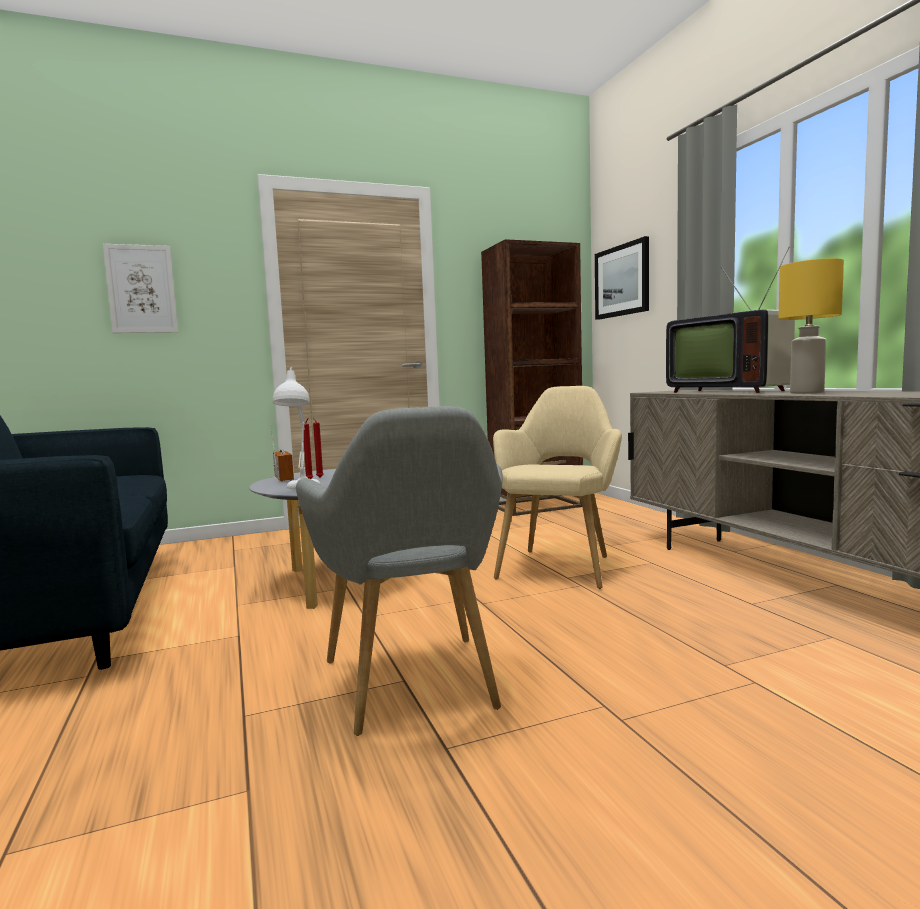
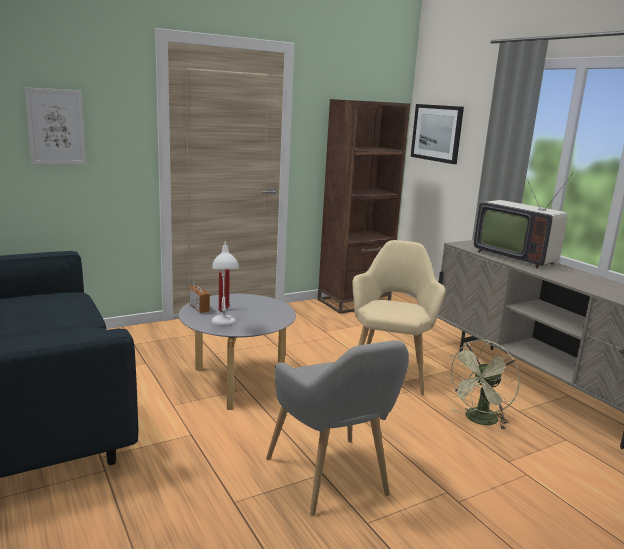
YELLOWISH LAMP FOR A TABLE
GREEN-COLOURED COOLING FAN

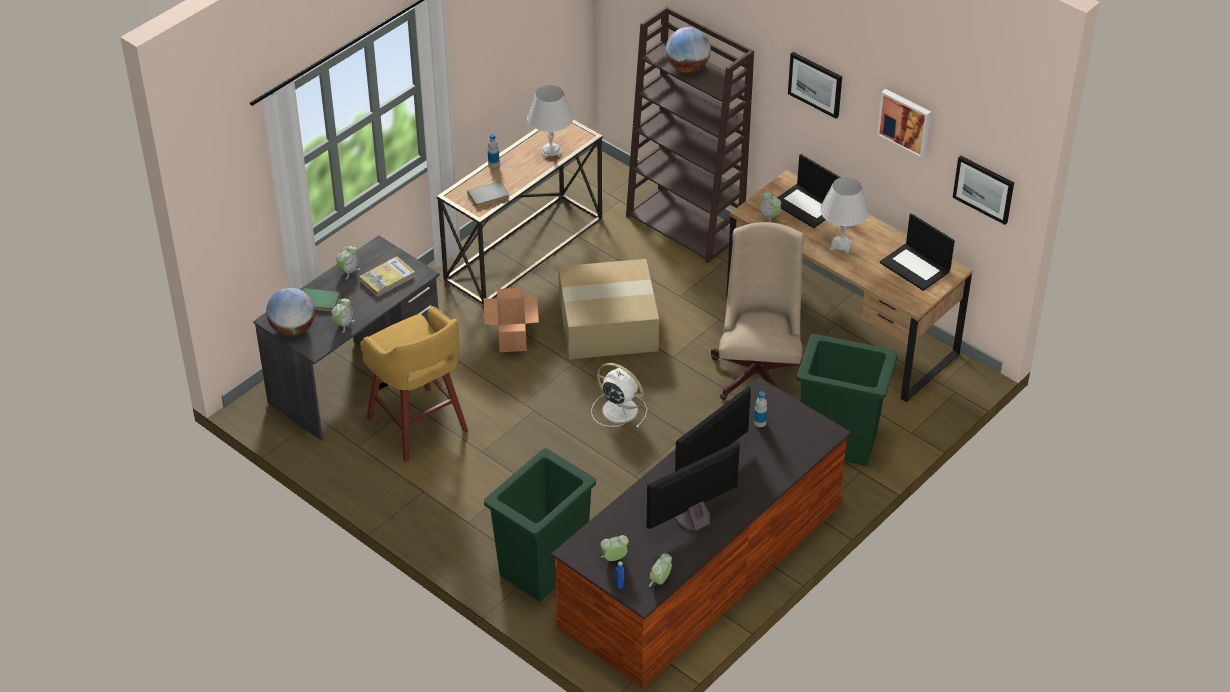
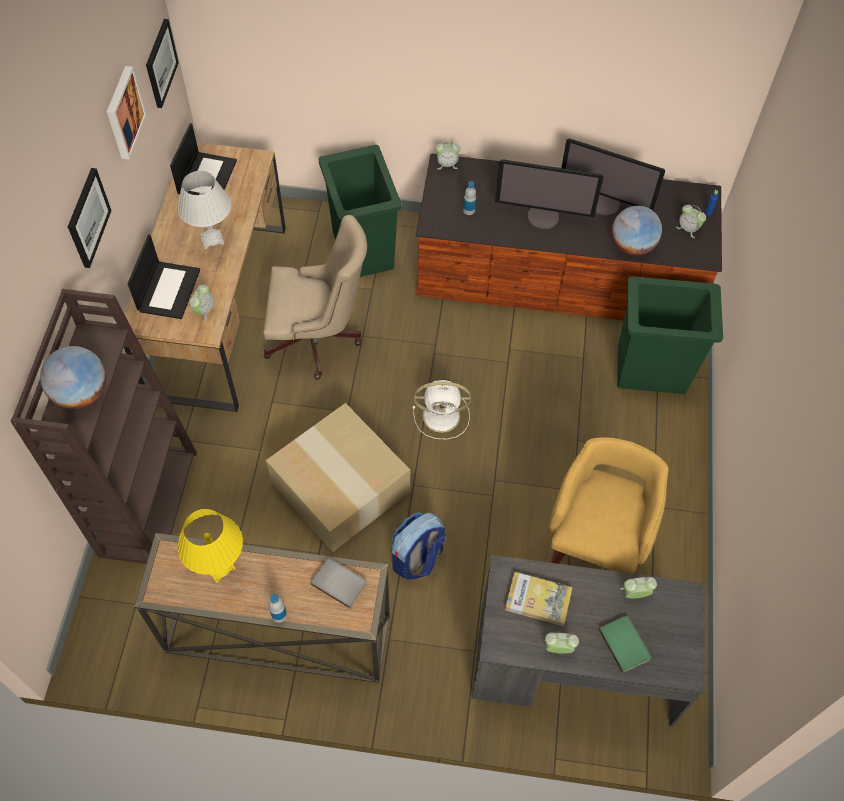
YELLOWISH LAMP FOR A TABLE
BEIGE-COLOURED COMPUTER CHAIR
DESK GLOBE (no. 2 from left)
KNAPSACK
WHITE-COLOURED COOLING FAN
TABLE CLOCK (no. 2 from left)

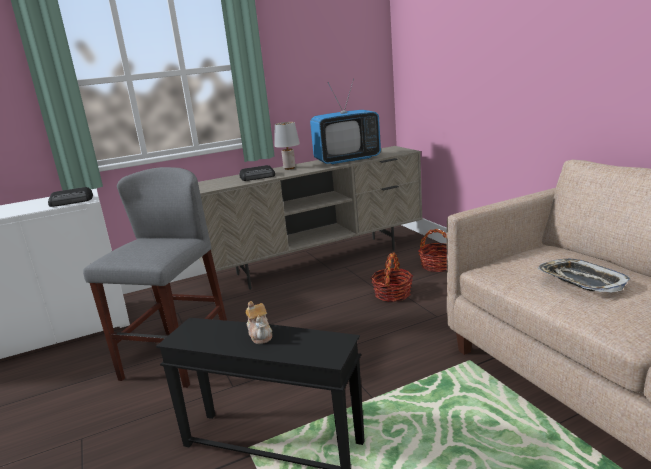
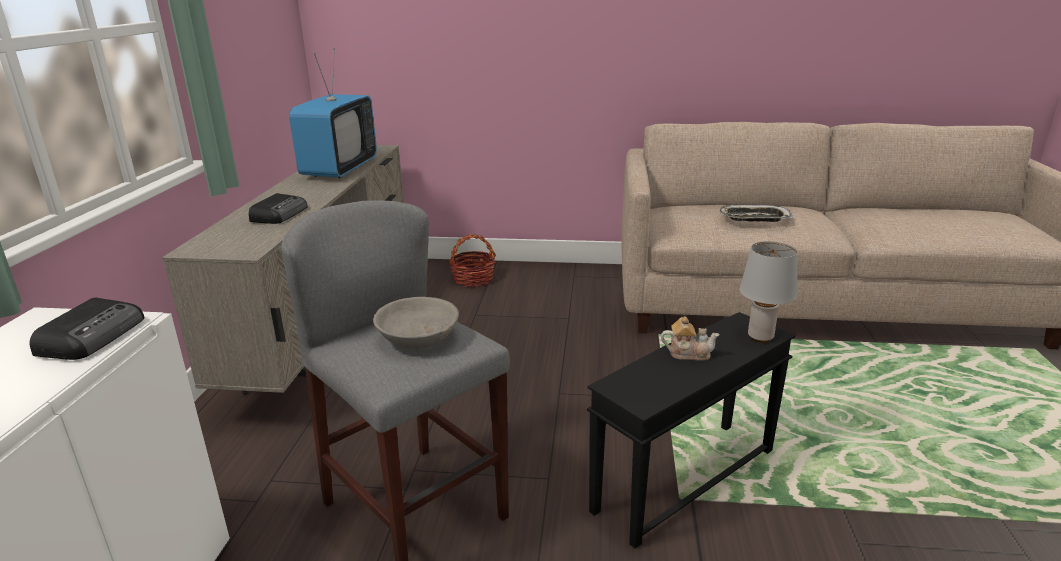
GREY LAMP FOR A TABLE
BASKET (no. 1 from left in the first image)
GREY SERVING BOWL

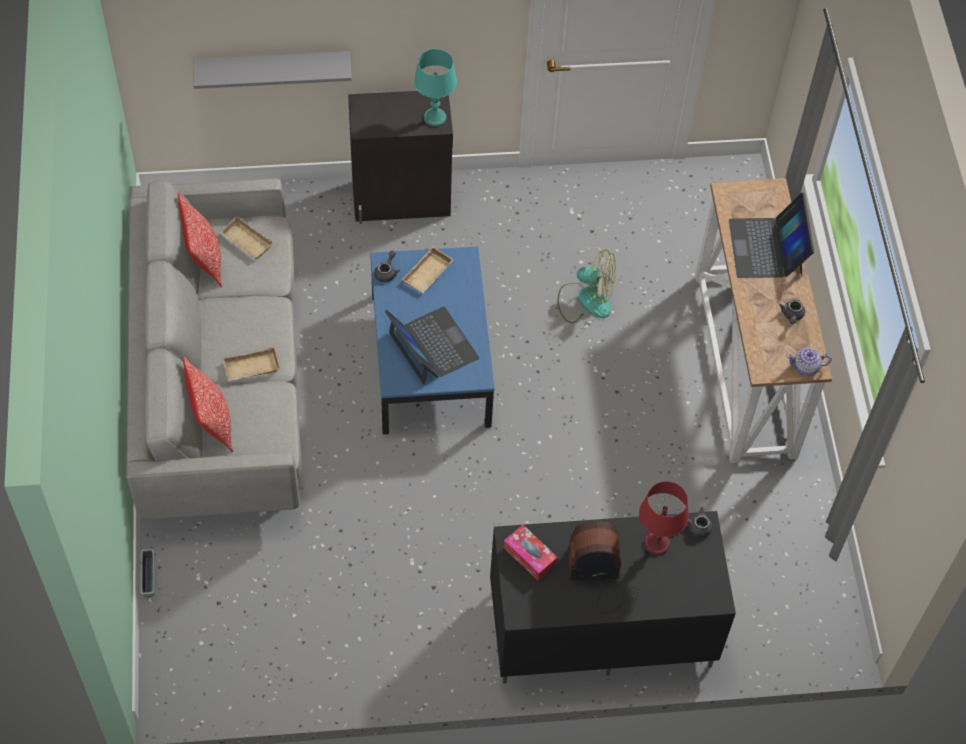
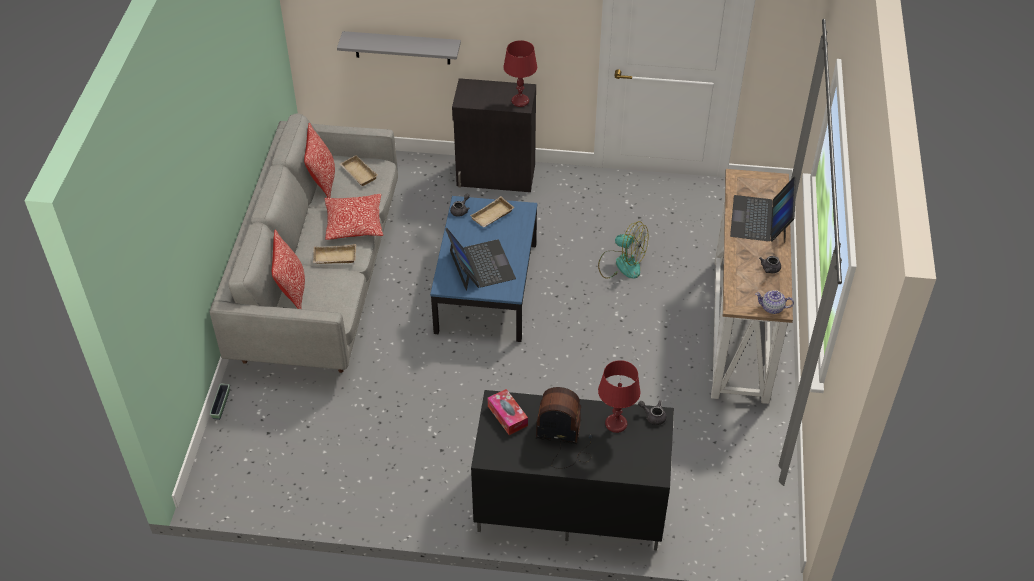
REDDISH LAMP FOR A TABLE (no. 1 from left)
CUSHION (no. 3 from left)

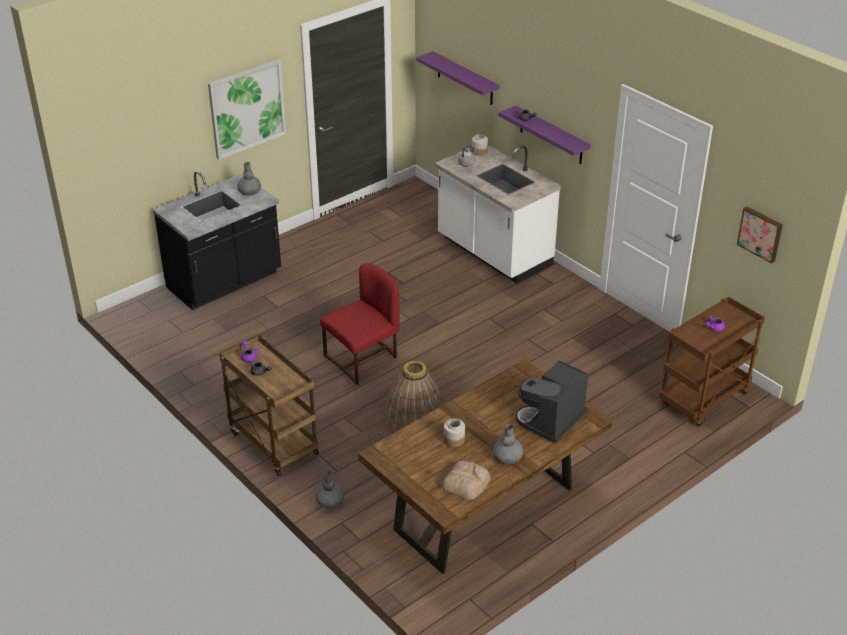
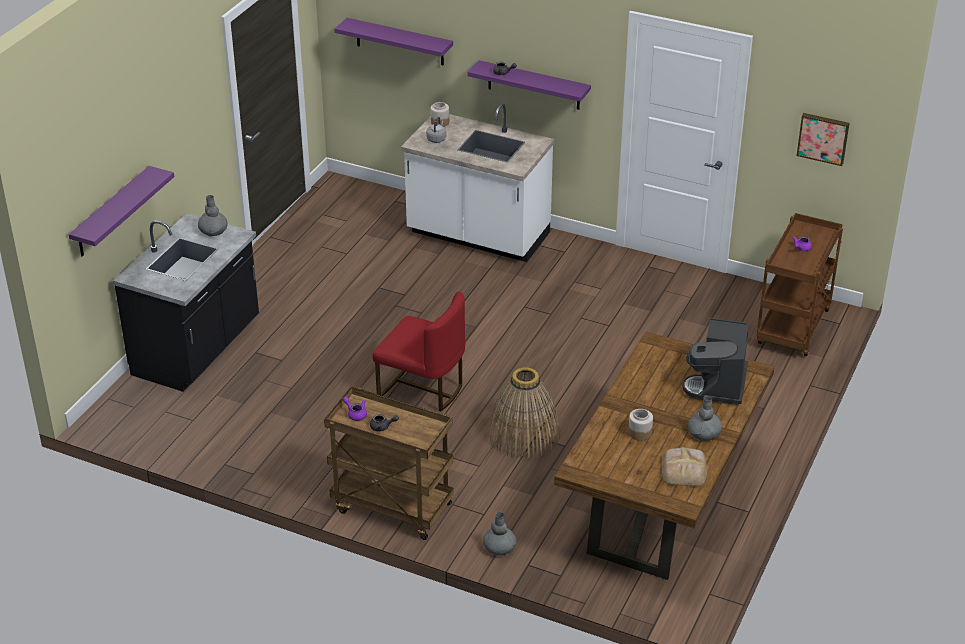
WALL PICTURE (no. 1 from left in the first image)
REDDISH UPRIGHT CHAIR
PURPLE-COLOURED SHELF (no. 1 from left)

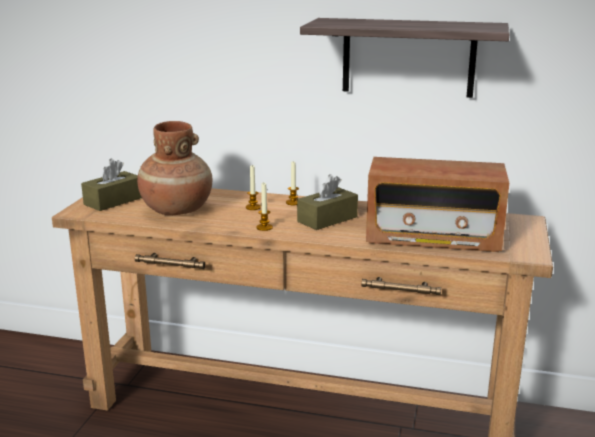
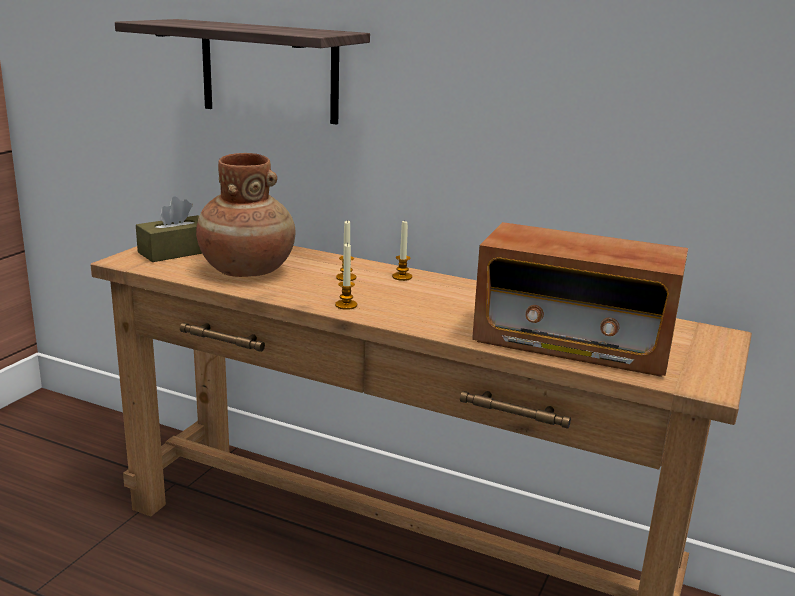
SHELF
BROWNISH TISSUE HOLDER (no. 2 from left in the first image)

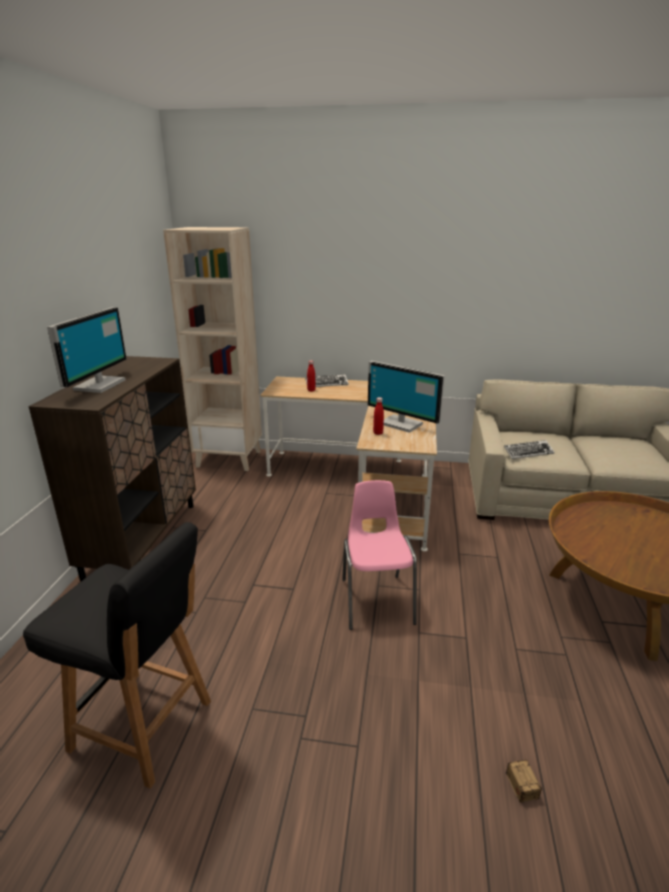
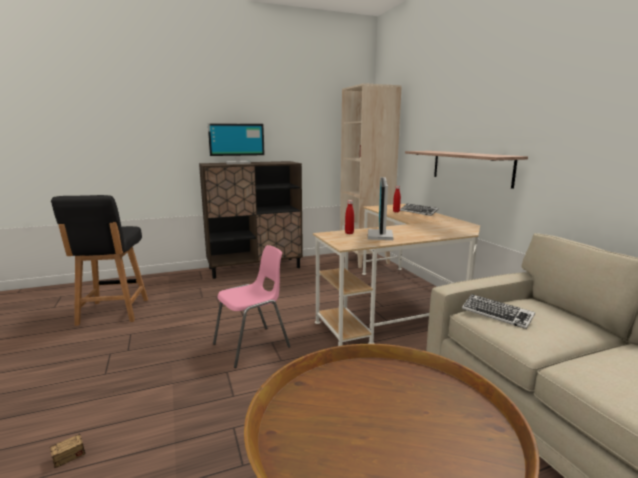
SHELF

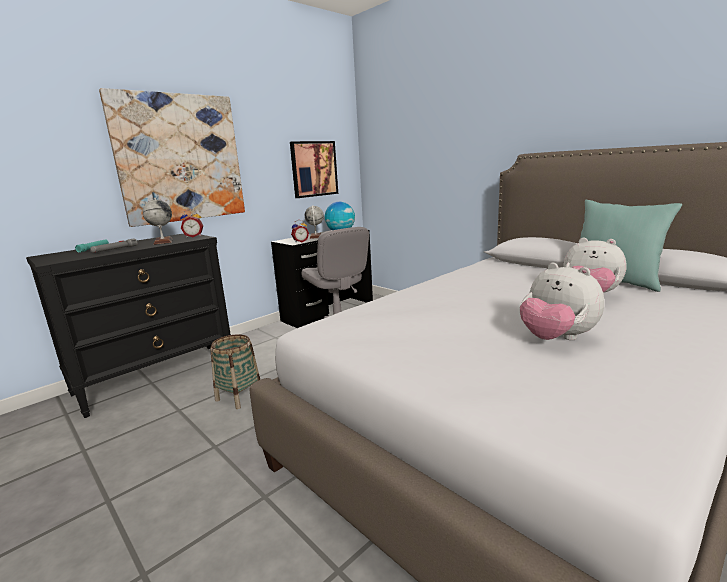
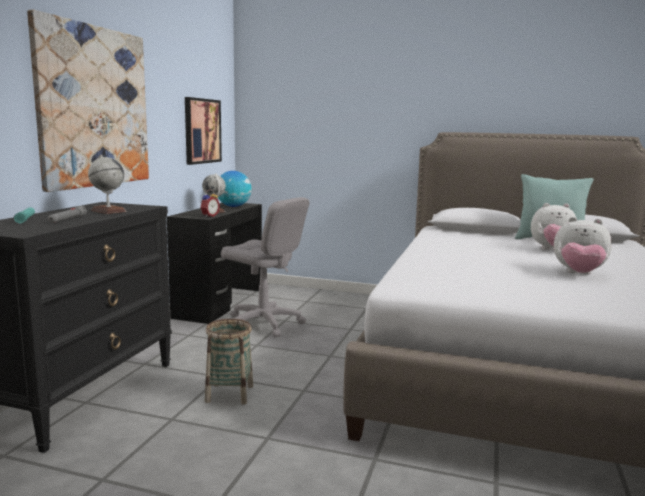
TABLE CLOCK (no. 1 from left in the first image)

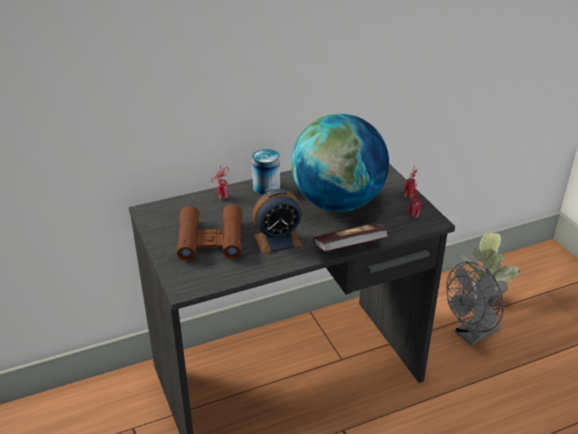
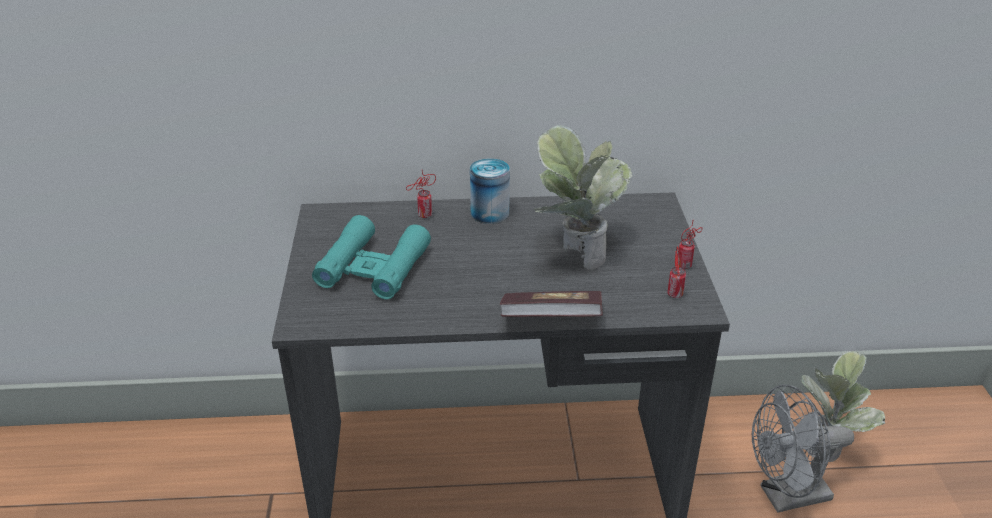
HOUSEPLANT (no. 1 from left)
TABLE CLOCK
TURQUOISE FIELD GLASSES

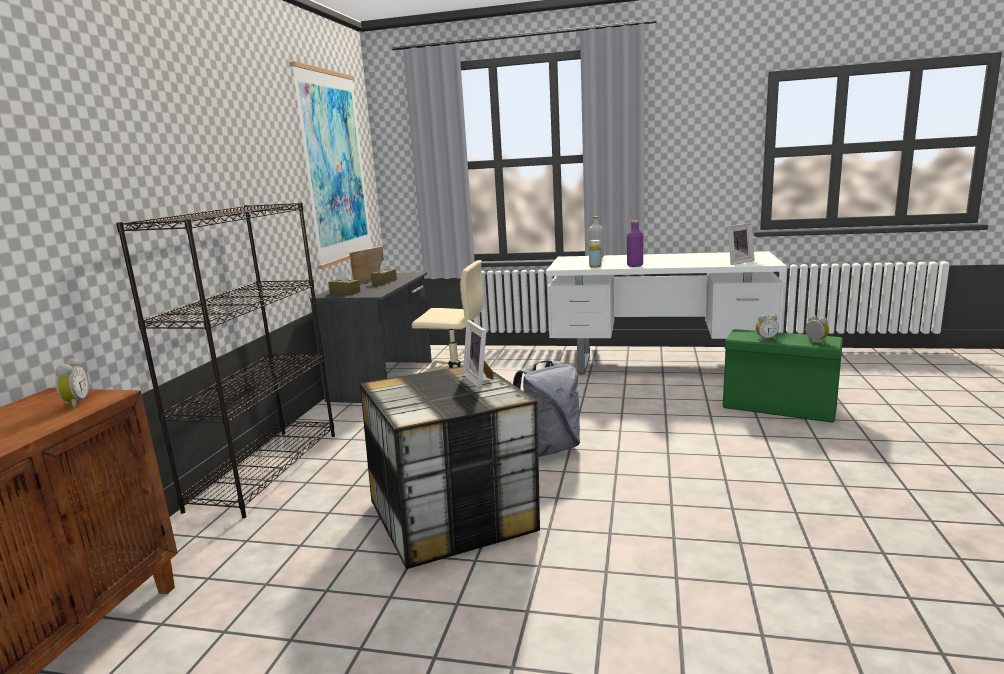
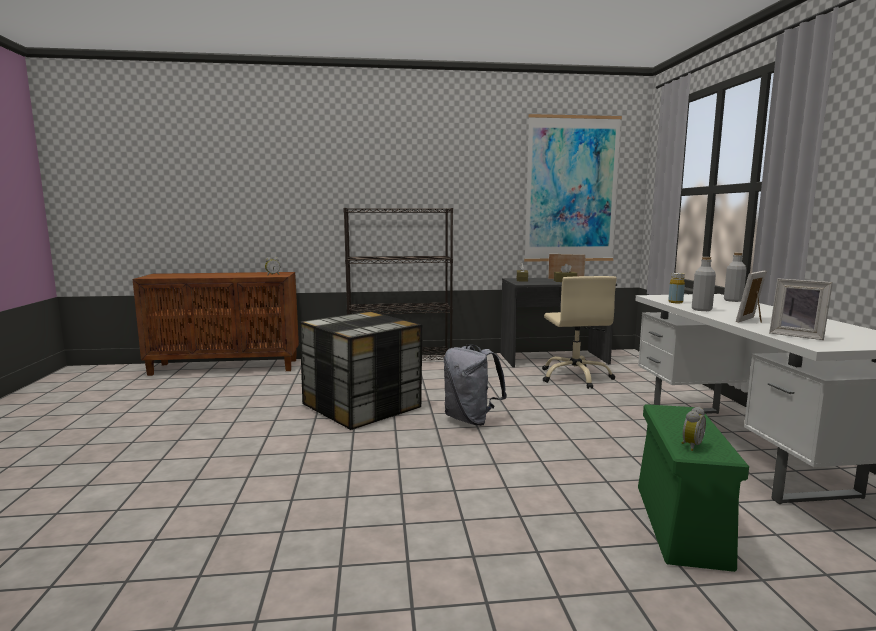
GREY BOTTLE (no. 1 from left)
TABLE CLOCK (no. 2 from left in the first image)
PHOTO FRAME (no. 2 from left)

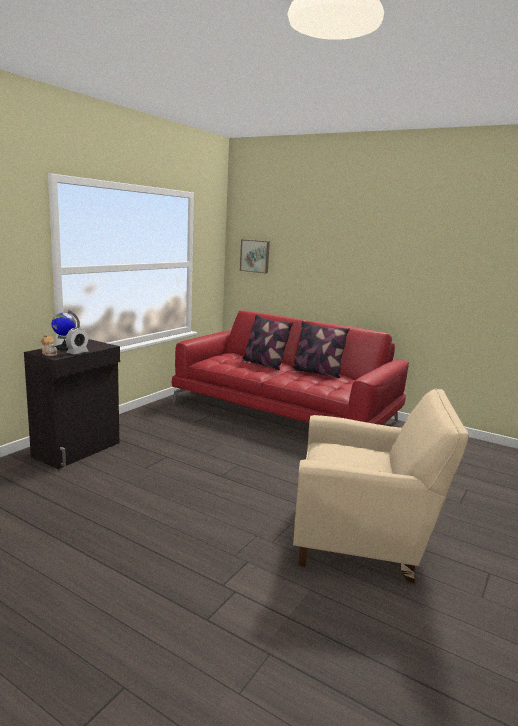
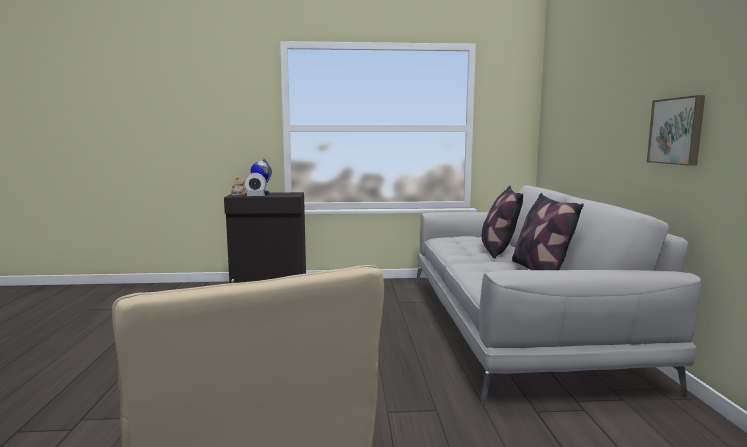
WALL PICTURE
GREY SOFA

